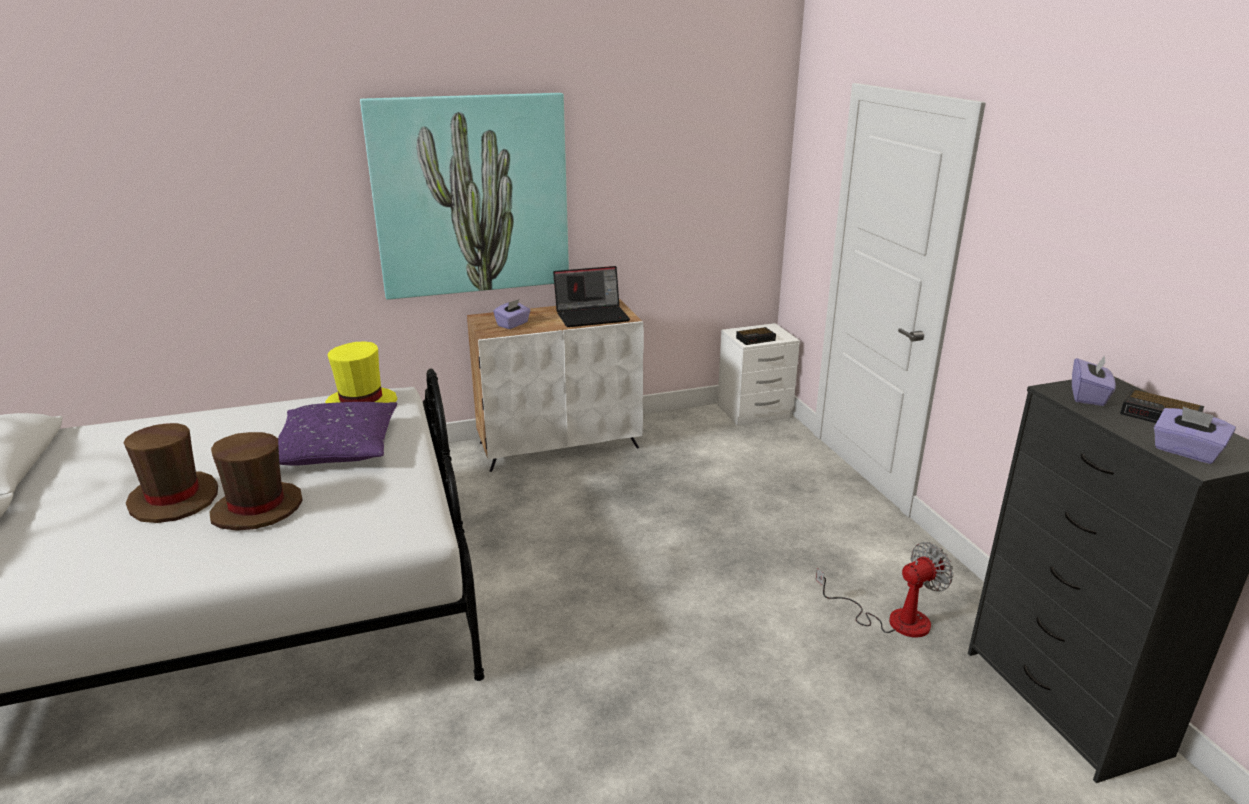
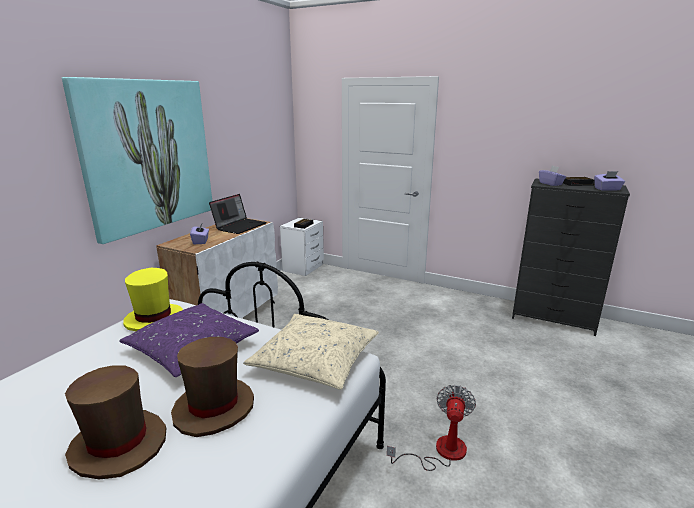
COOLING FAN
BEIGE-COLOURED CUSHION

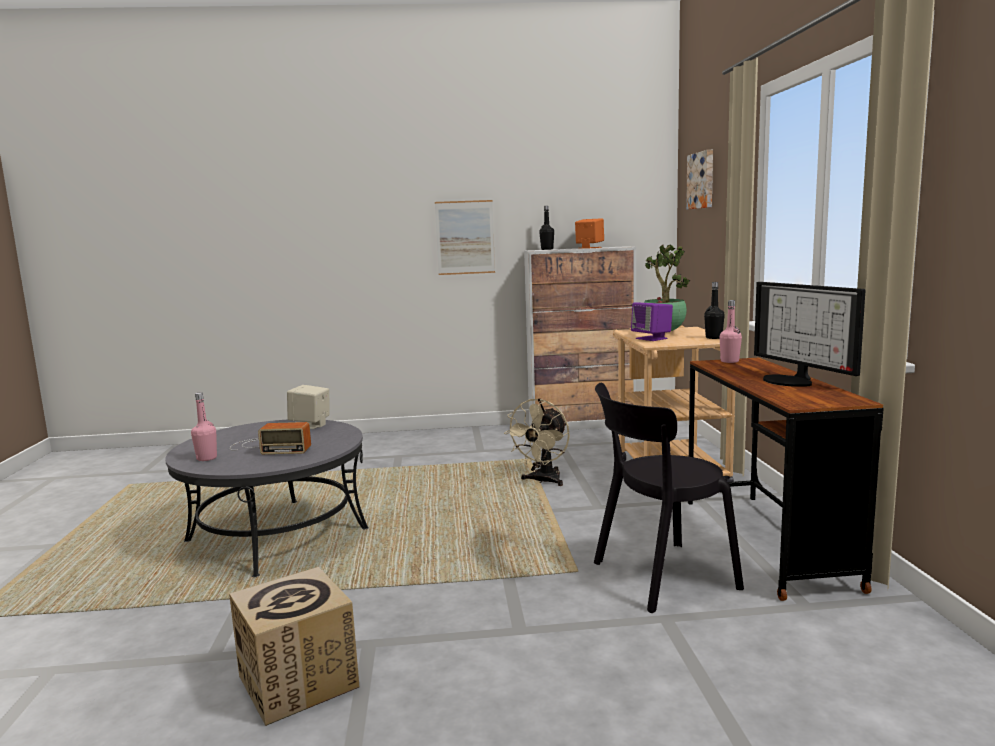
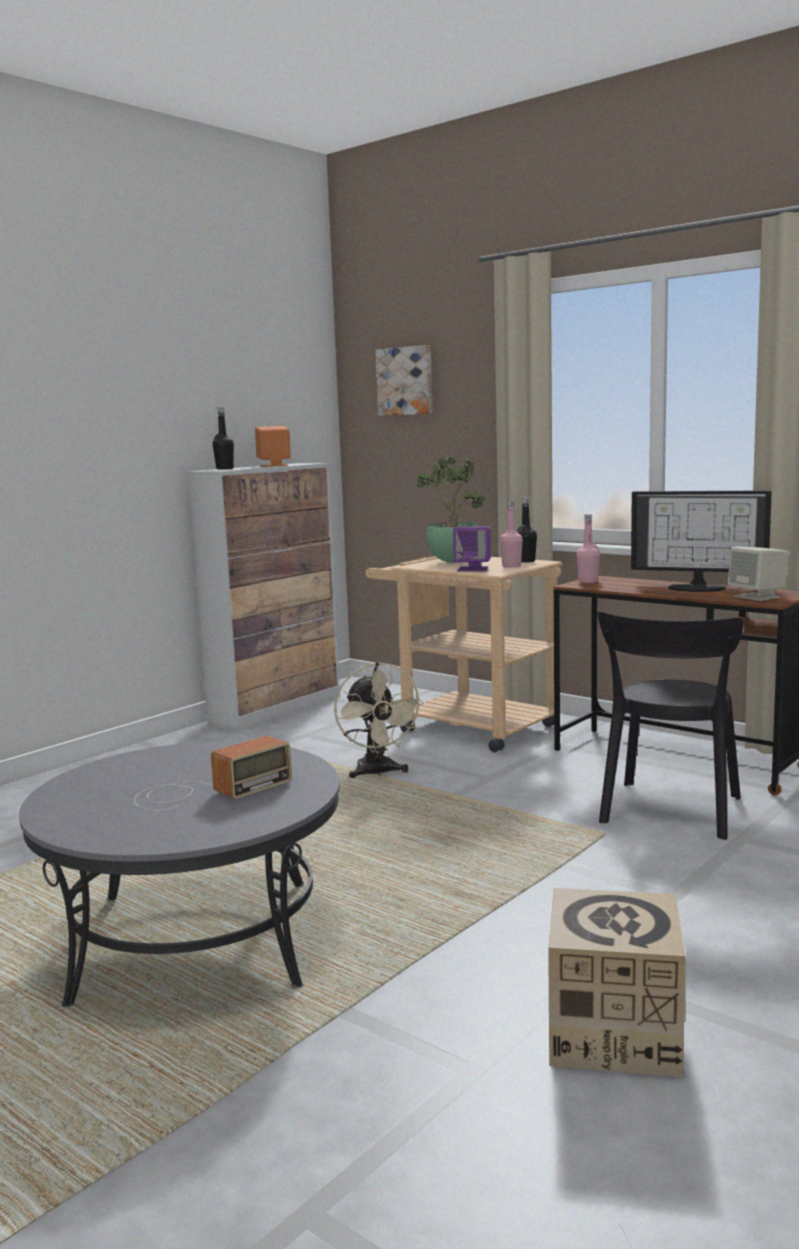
WALL PICTURE (no. 1 from left in the first image)
BEIGE-COLOURED LOUDSPEAKER
PINK-COLOURED BOTTLE (no. 1 from left)

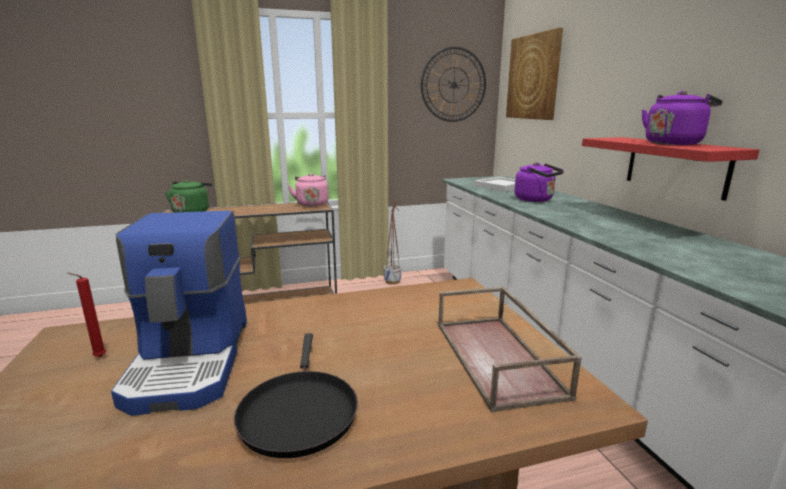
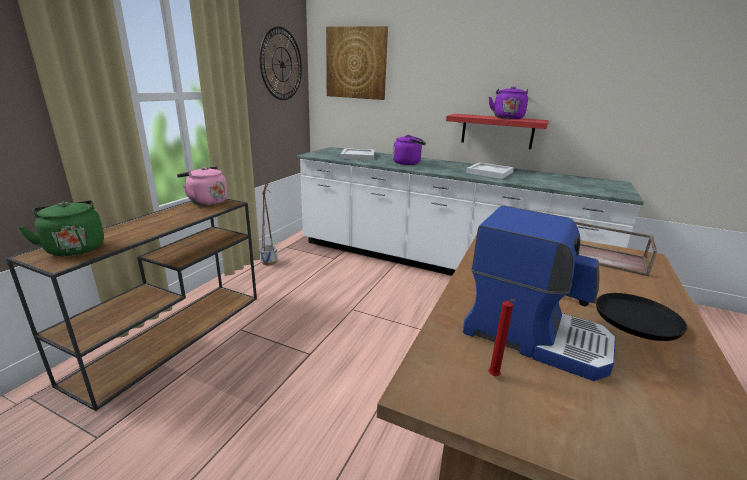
WHITE-COLOURED TRAY (no. 2 from left)

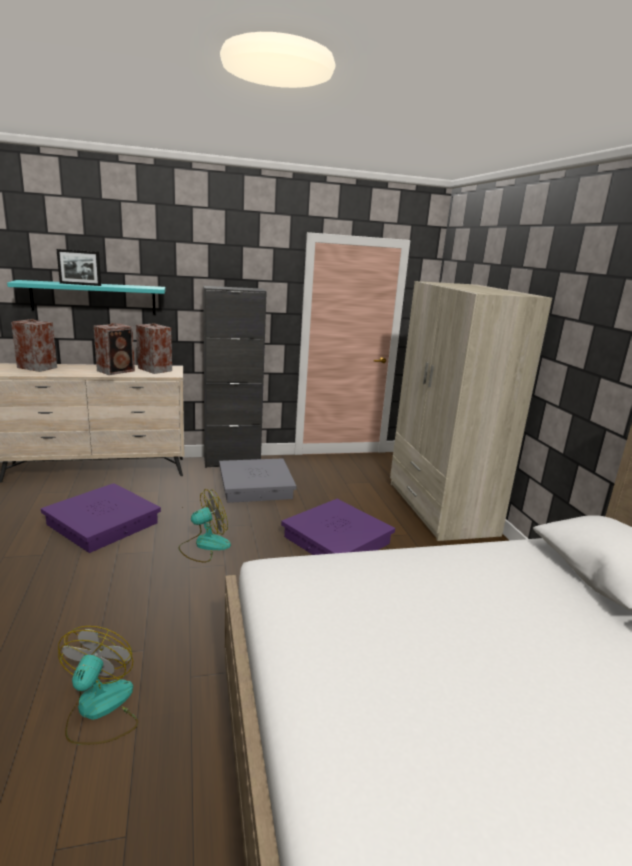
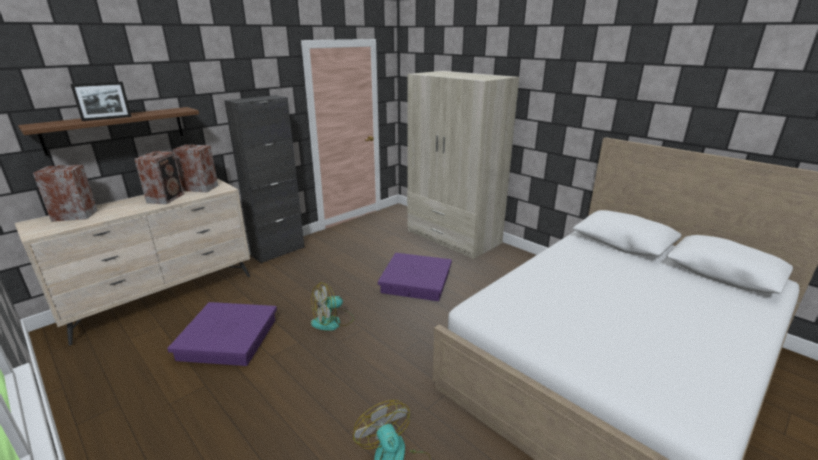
BROWNISH SHELF
GREY STORAGE BOX
COOLING FAN (no. 1 from left)

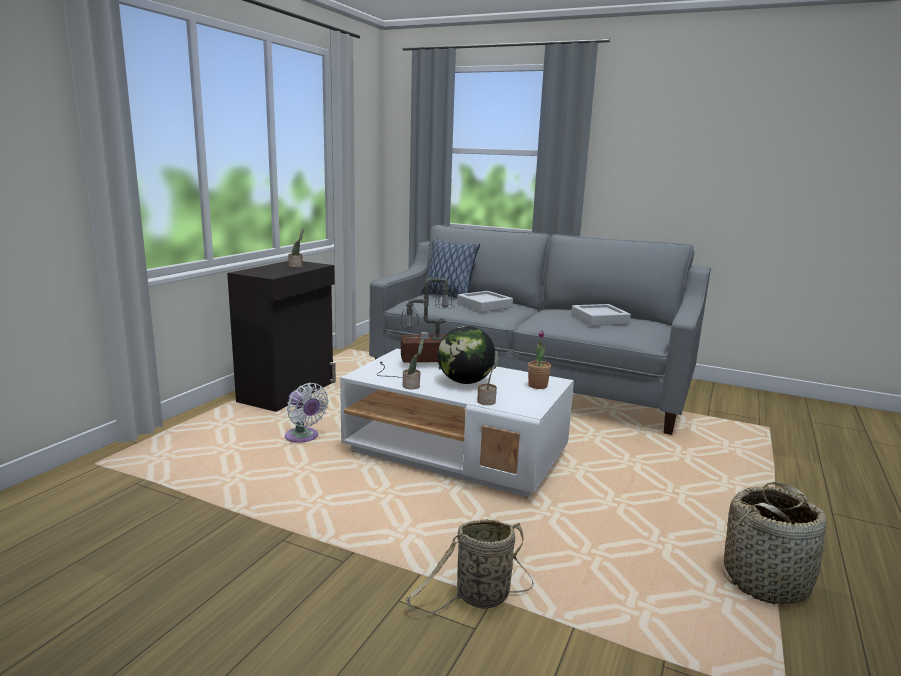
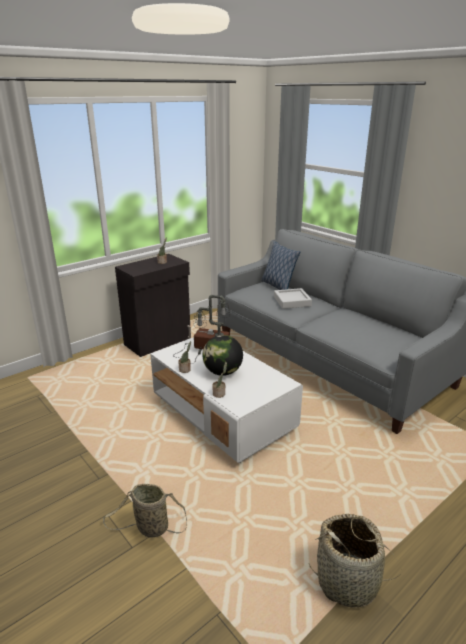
GREY TRAY (no. 2 from left in the first image)
HOUSEPLANT (no. 4 from left in the first image)
WHITE-COLOURED COOLING FAN

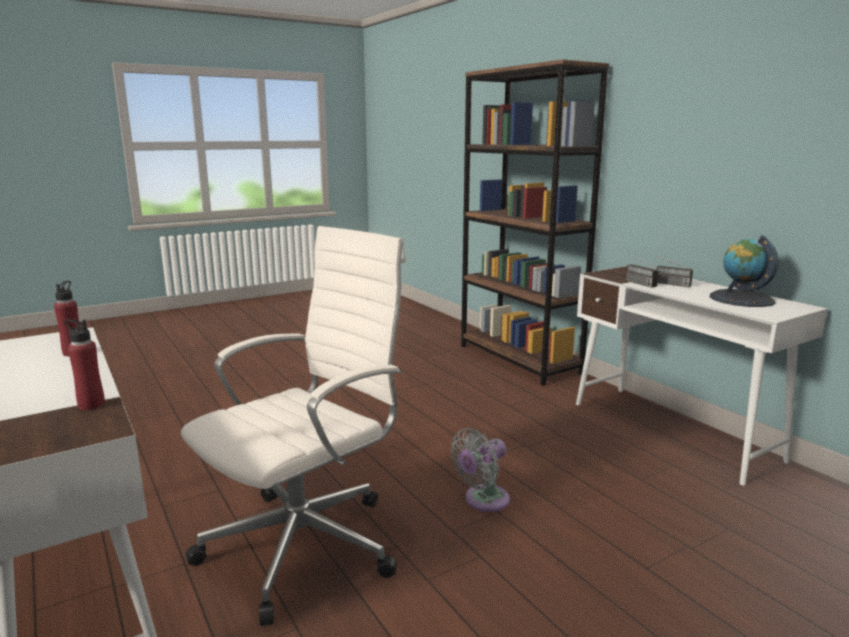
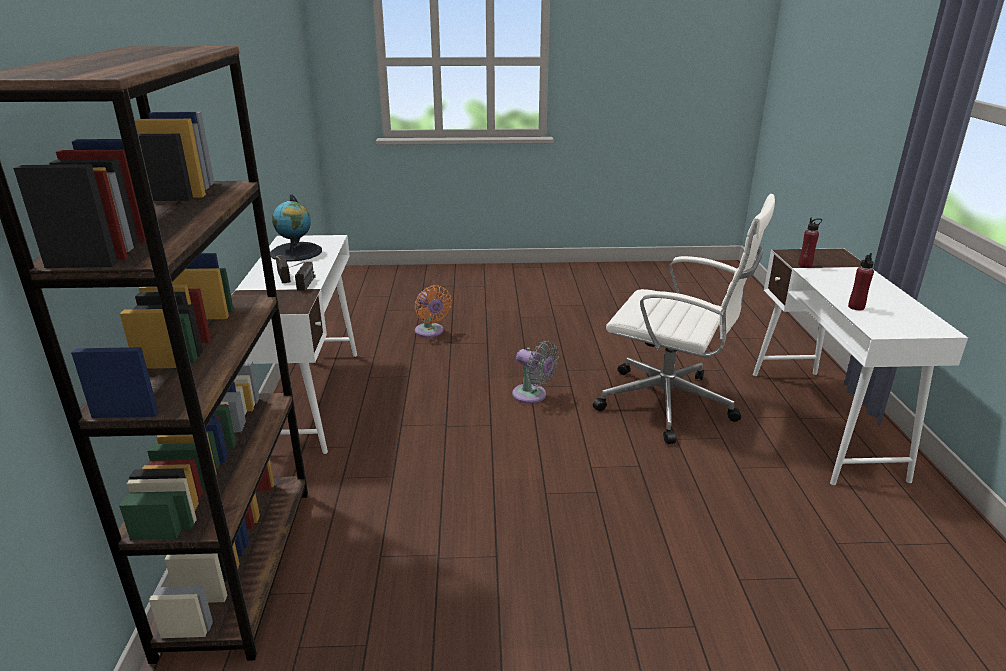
WHITE-COLOURED COMPUTER CHAIR
GREY COOLING FAN
ORANGE-COLOURED COOLING FAN

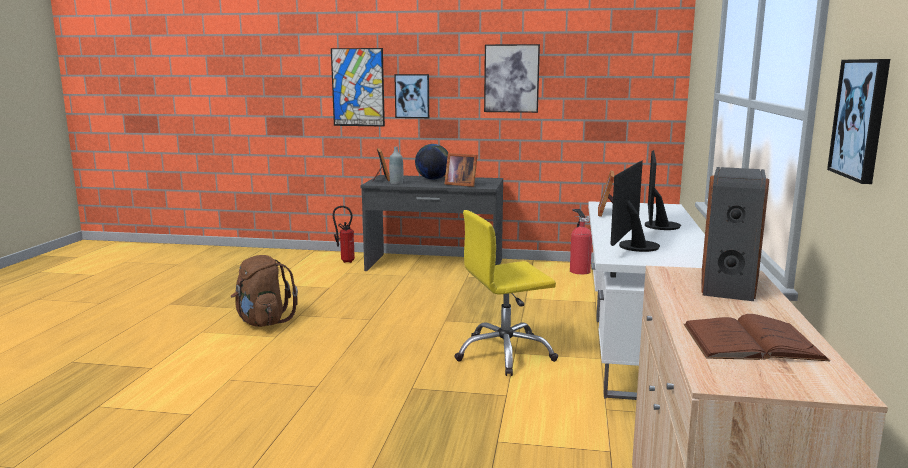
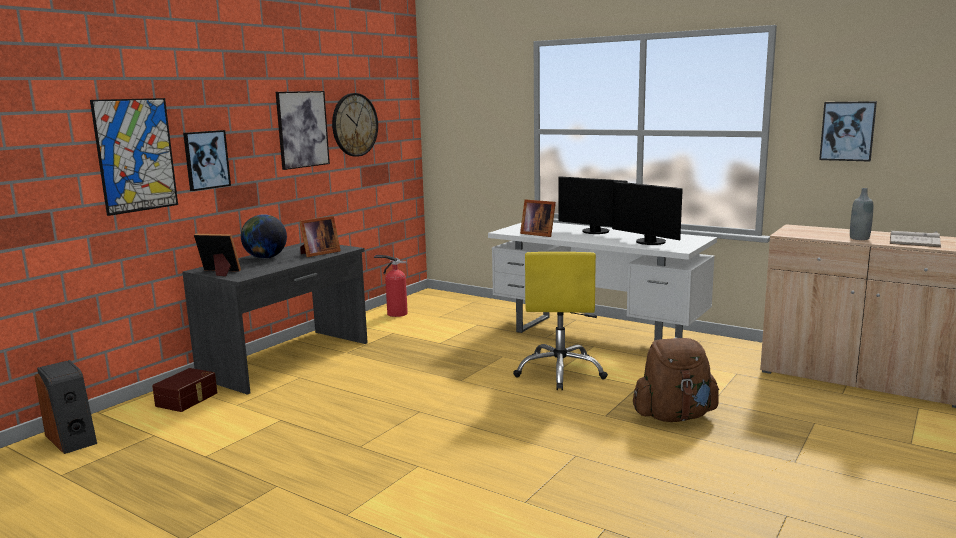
GREY BOTTLE
LOUDSPEAKER
BROWNISH STORAGE BOX
BROWNISH KNAPSACK
WHITE-COLOURED BOOK
WALL CLOCK

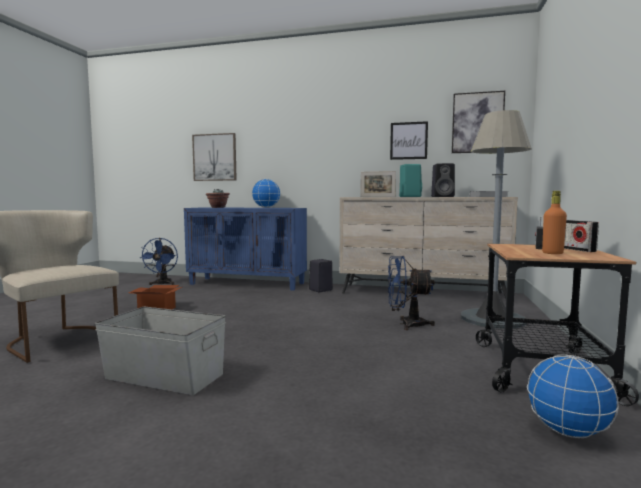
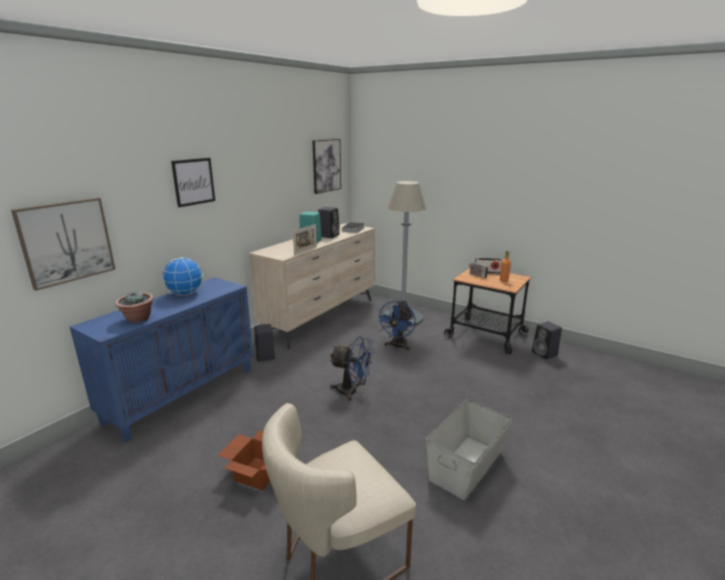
WALL PICTURE (no. 2 from left)
BLUE COOLING FAN (no. 1 from left)
BLACK-COLOURED LOUDSPEAKER (no. 3 from left)

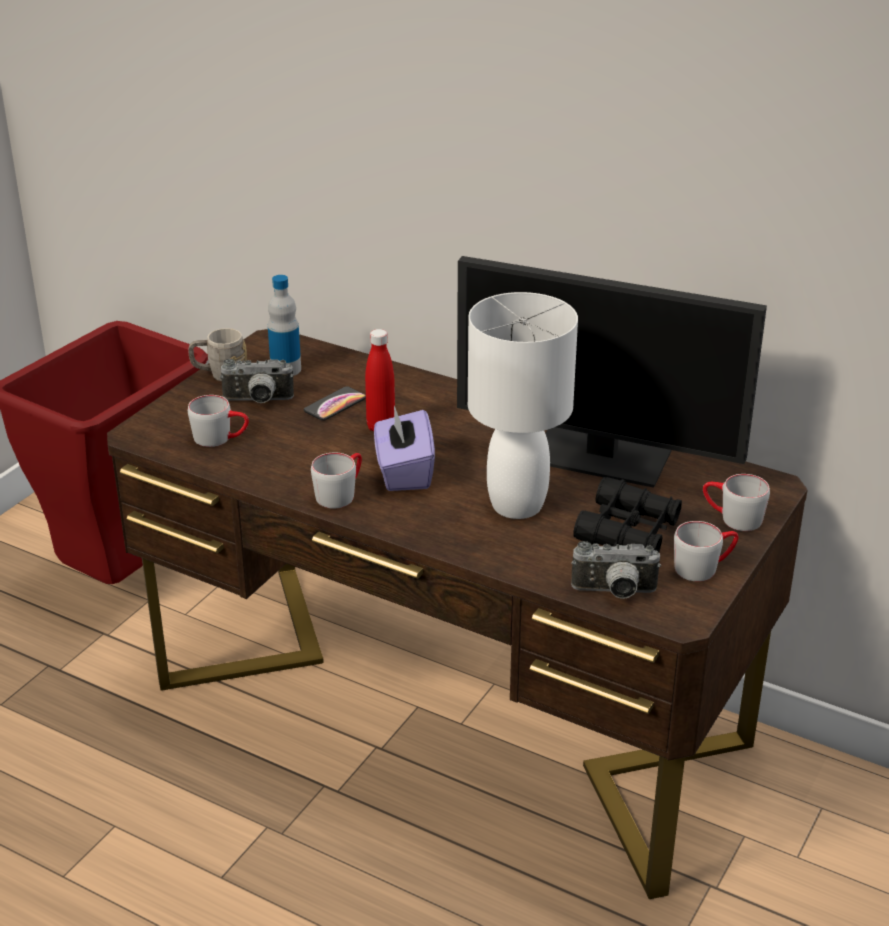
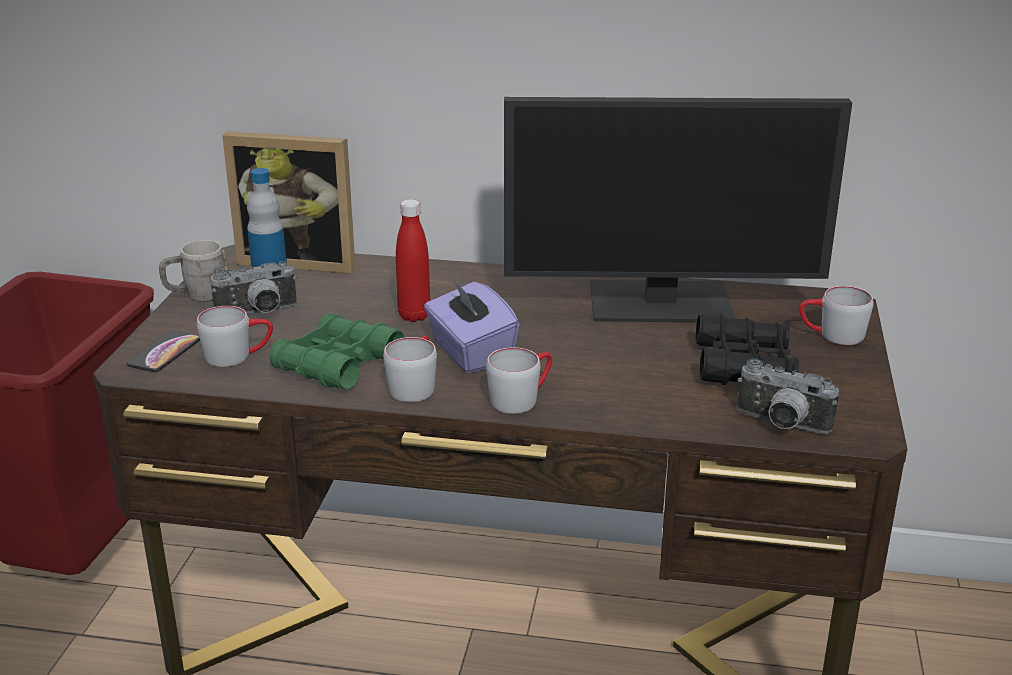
WHITE-COLOURED LAMP FOR A TABLE
PHONE
GREY COFFEE MUG (no. 4 from left)
STILL CAMERA (no. 2 from left)
PHOTO FRAME
GREEN-COLOURED FIELD GLASSES

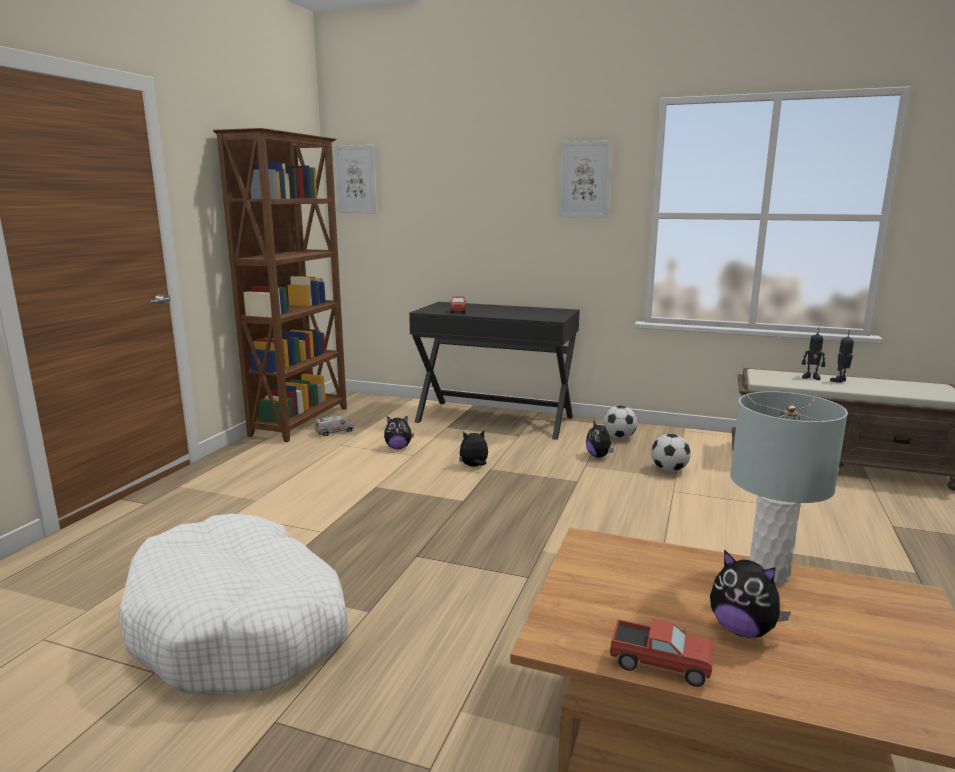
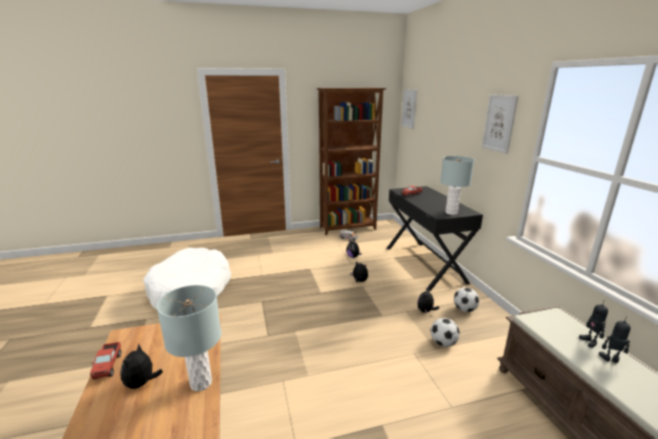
GREY LAMP FOR A TABLE (no. 2 from left)

